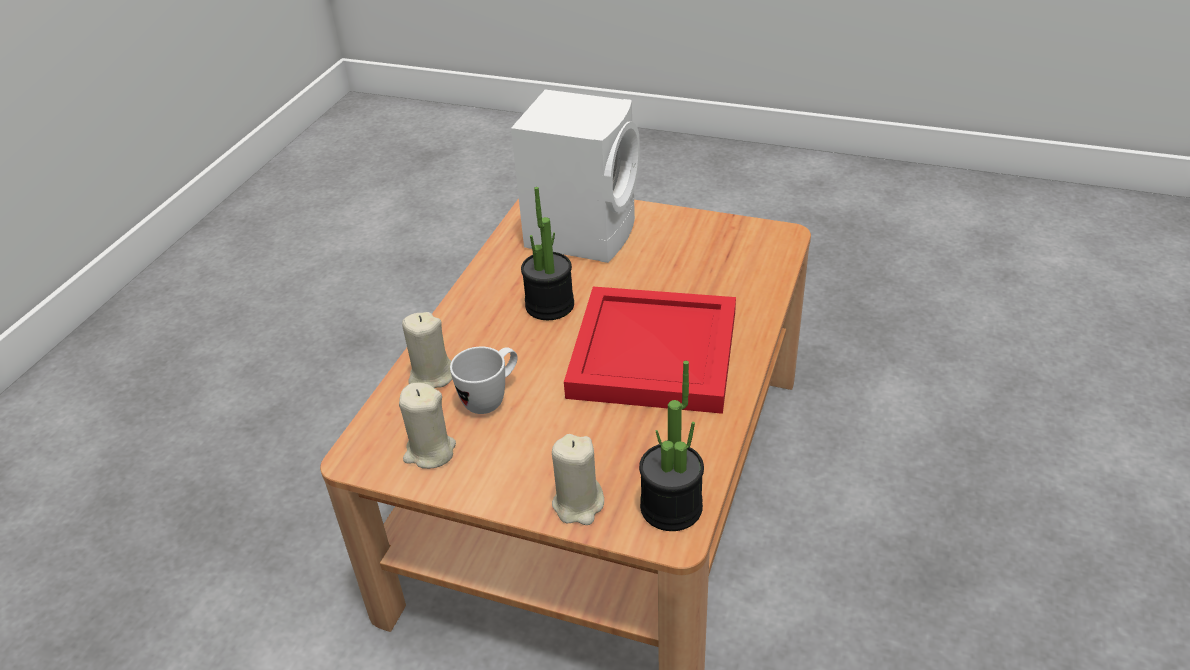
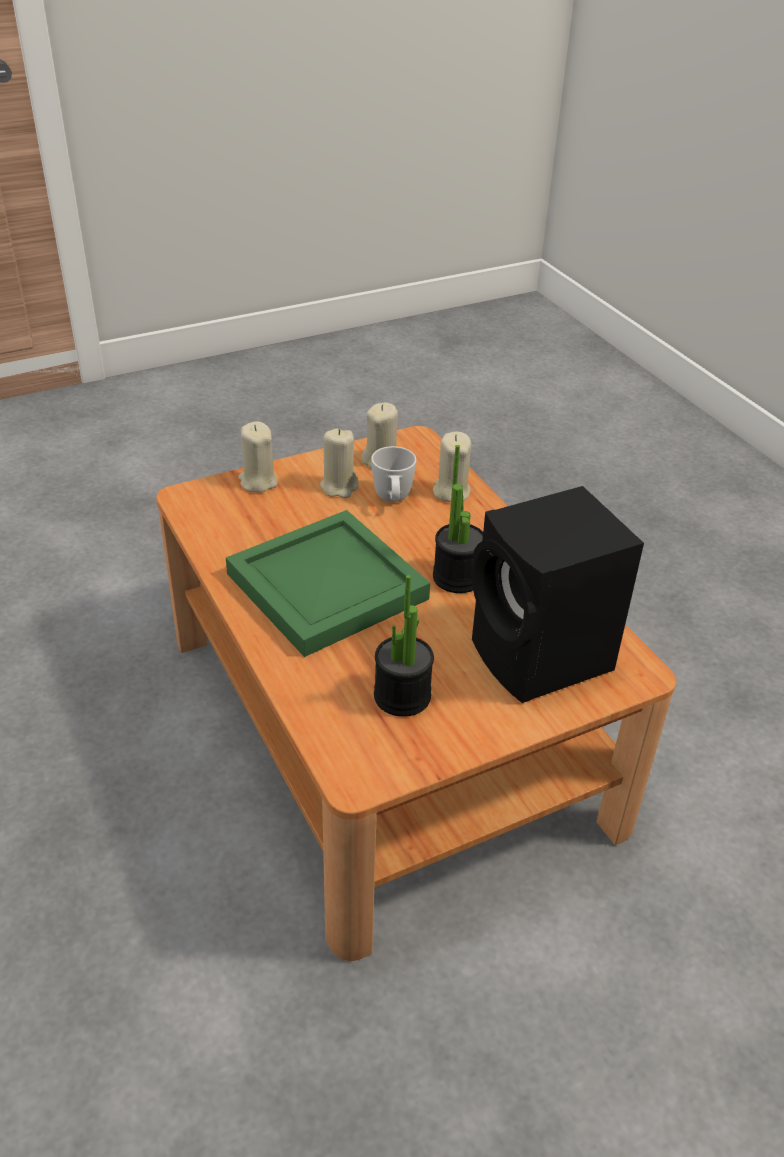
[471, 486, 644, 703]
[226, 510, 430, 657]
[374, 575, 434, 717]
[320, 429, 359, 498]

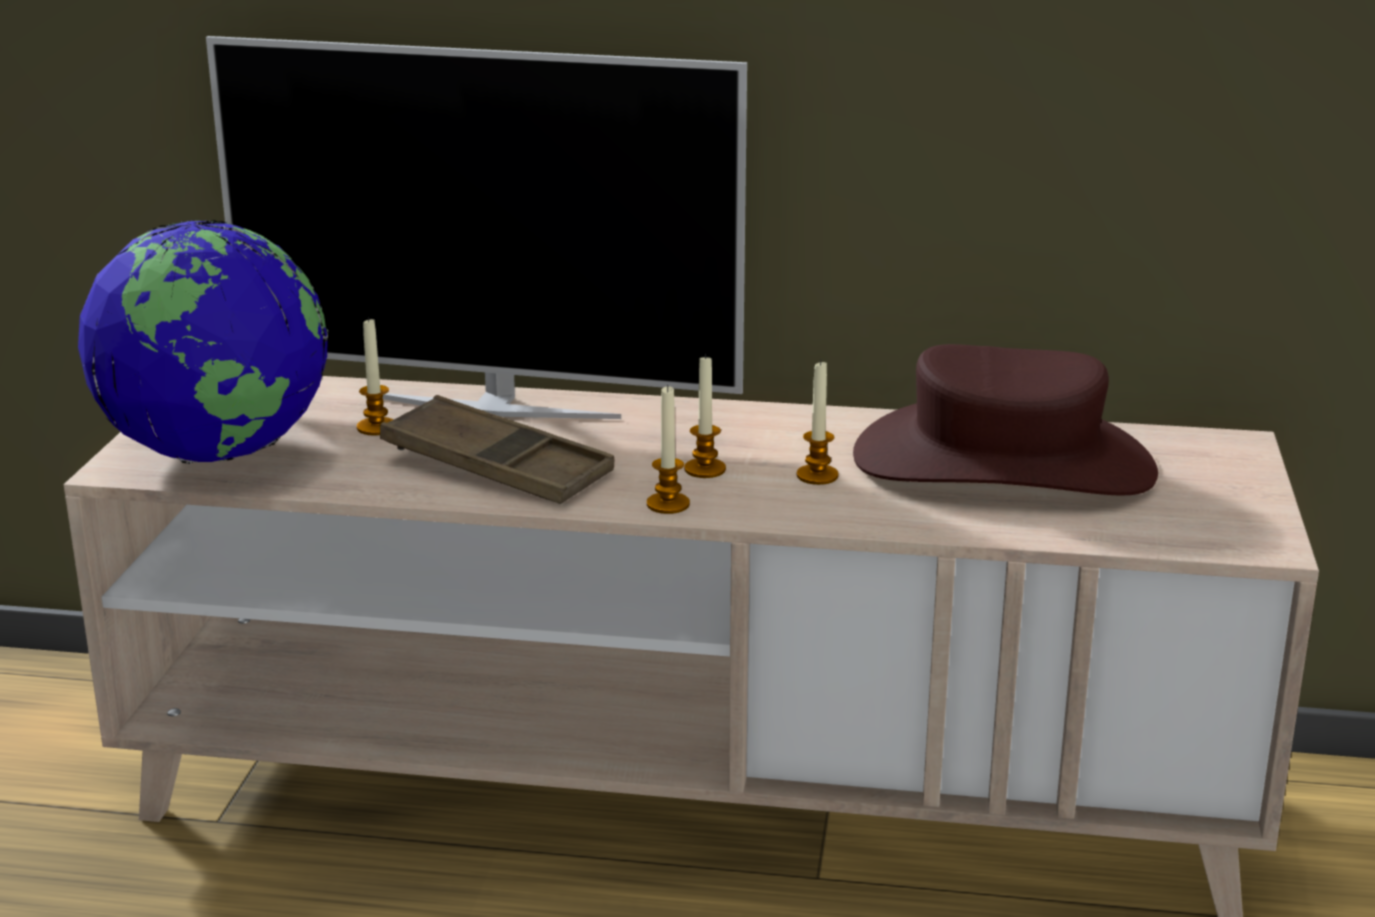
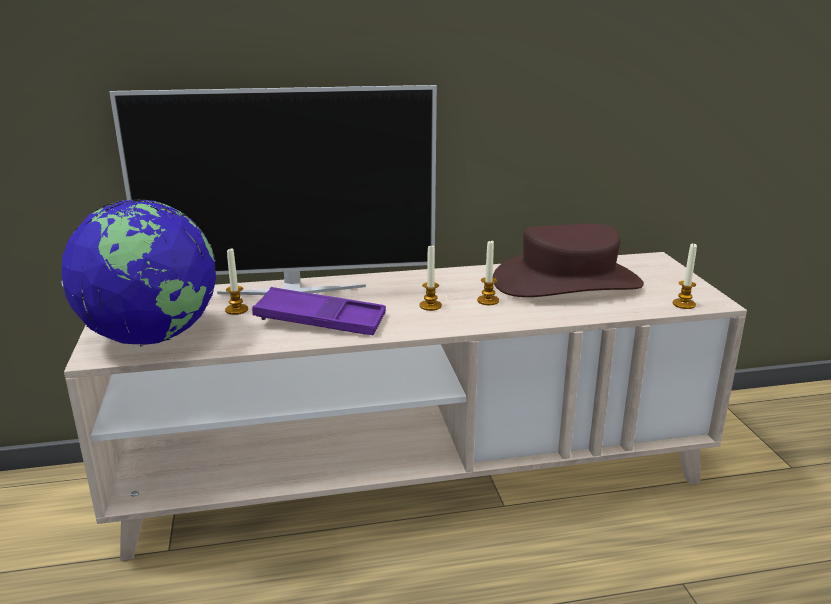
[673, 243, 697, 309]
[252, 287, 386, 335]

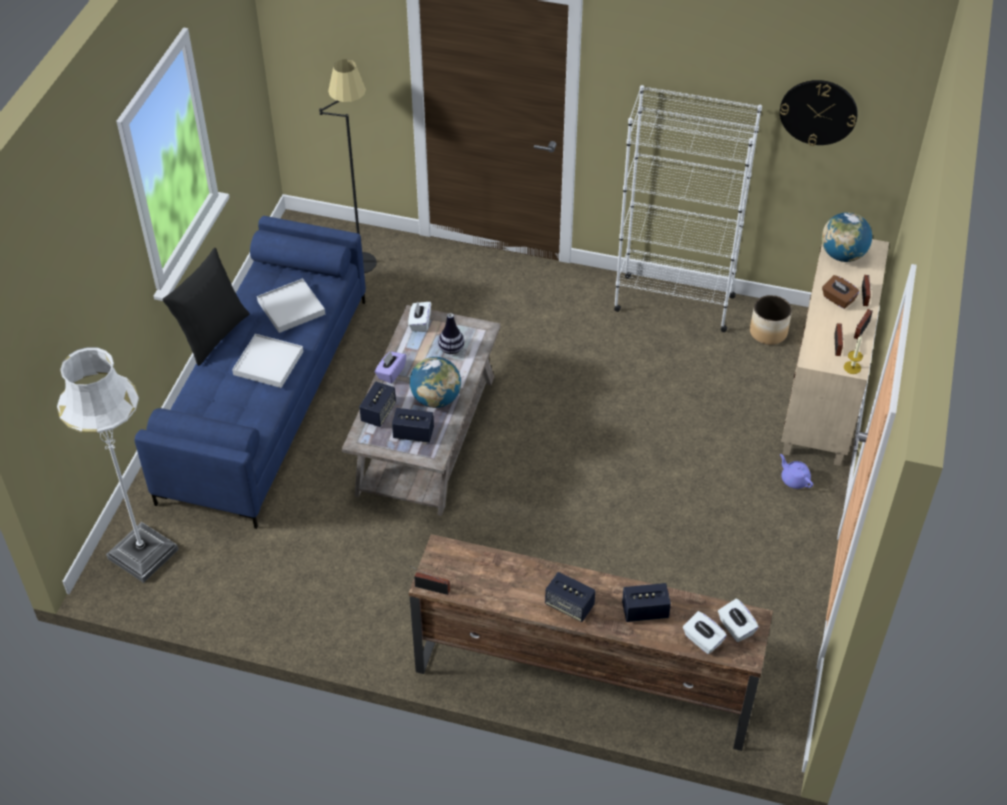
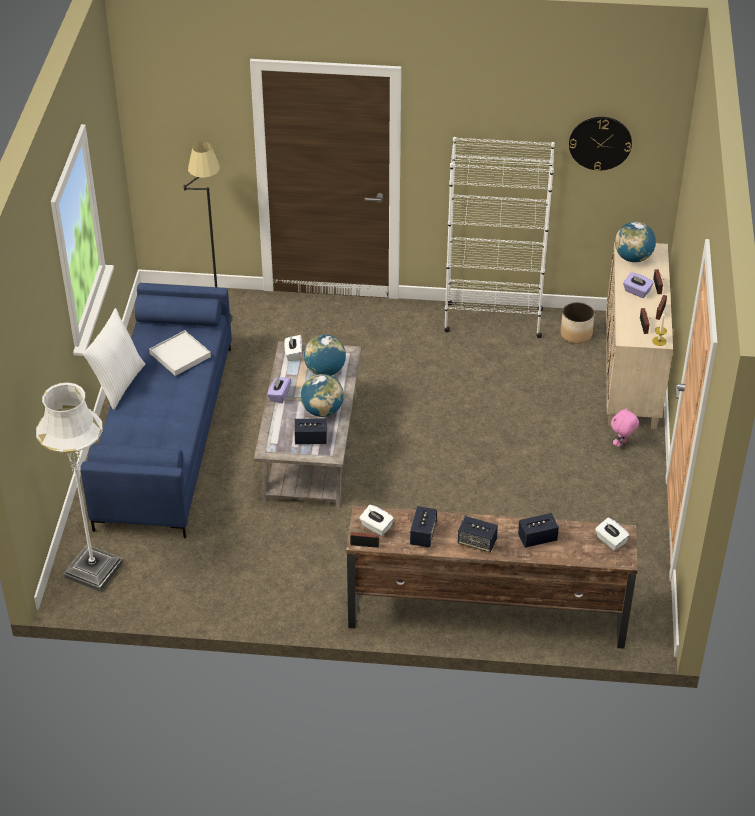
[83, 308, 145, 410]
[623, 272, 654, 298]
[304, 335, 346, 376]
[232, 334, 303, 388] (first image)
[410, 506, 437, 548]
[611, 407, 639, 447]
[359, 505, 394, 536]

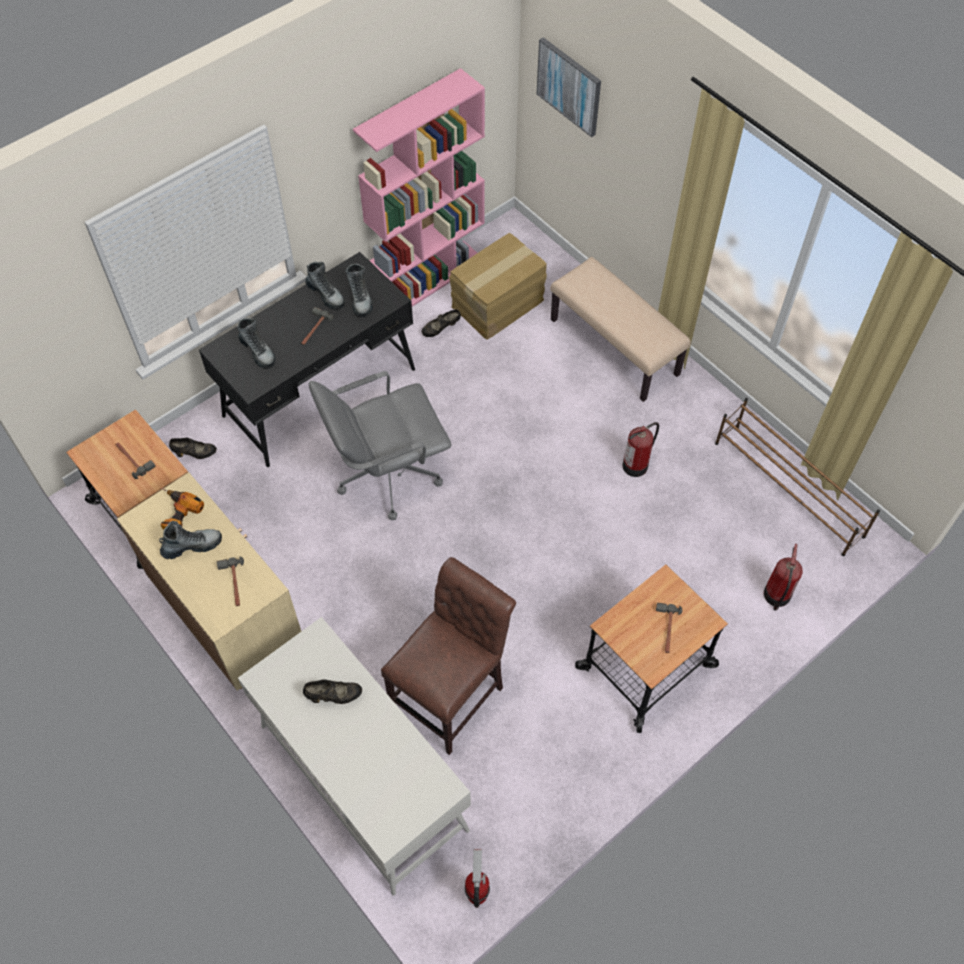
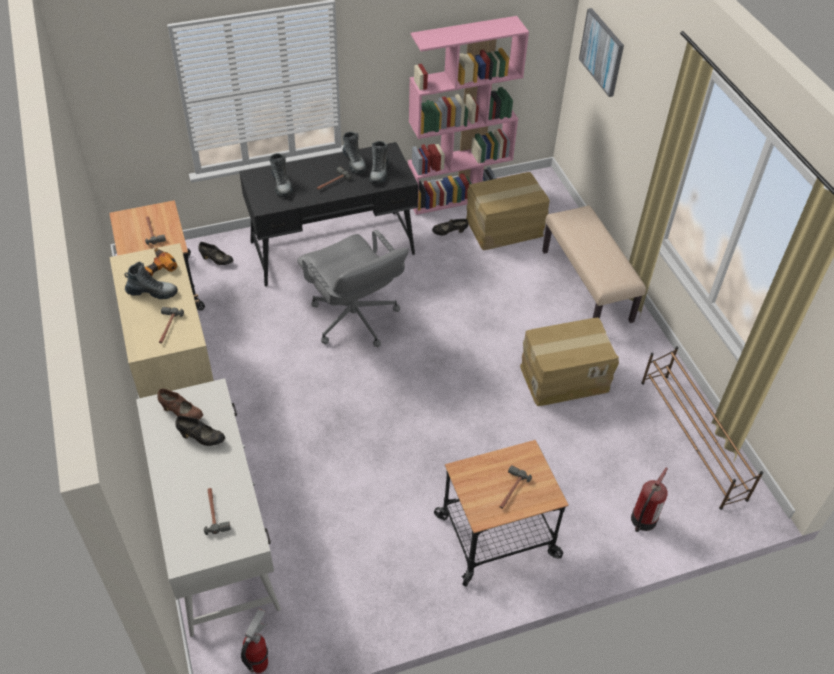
[297, 230, 409, 347]
[520, 318, 619, 406]
[381, 557, 516, 755] (first image)
[157, 389, 203, 420]
[204, 488, 231, 535]

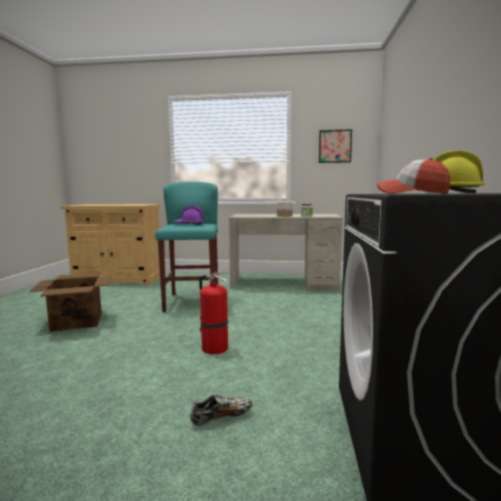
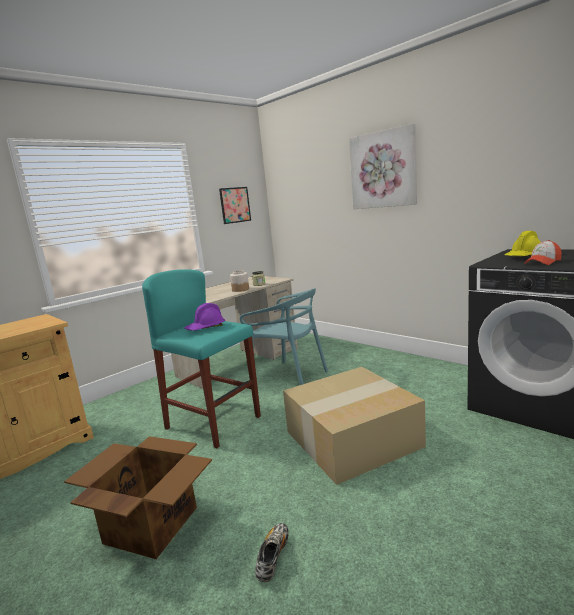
[283, 367, 426, 485]
[255, 523, 289, 582]
[349, 124, 417, 209]
[240, 288, 328, 385]

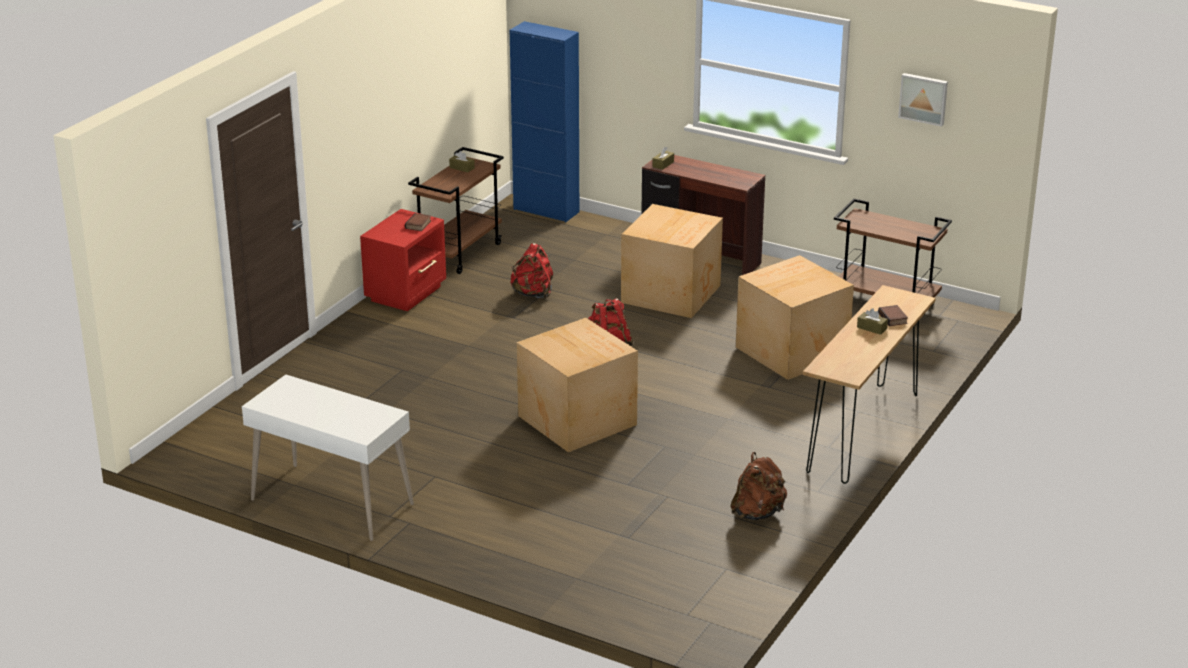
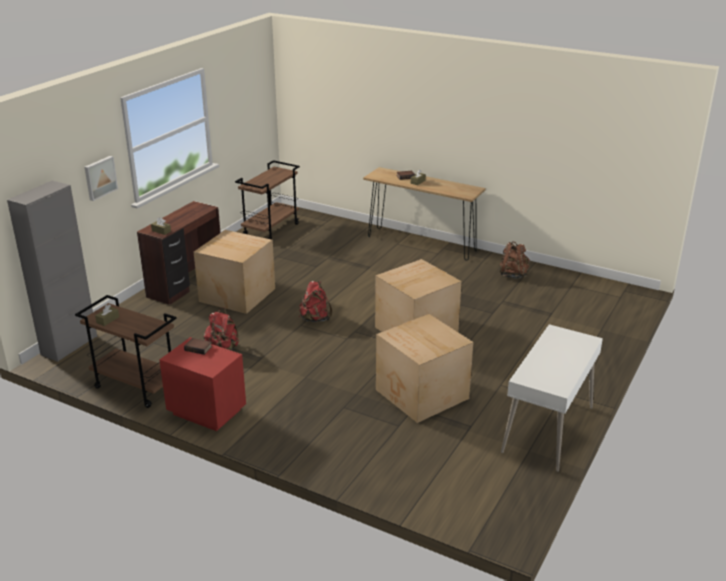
[7, 181, 97, 362]
[84, 156, 118, 201]
[376, 314, 473, 423]

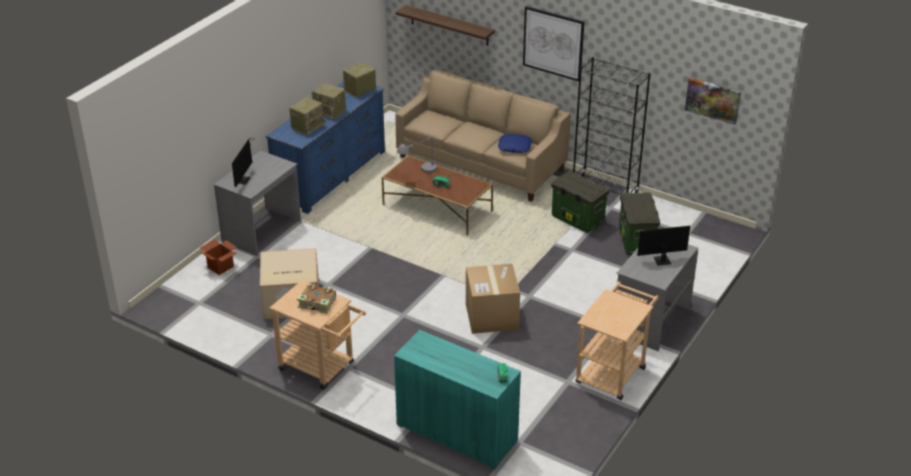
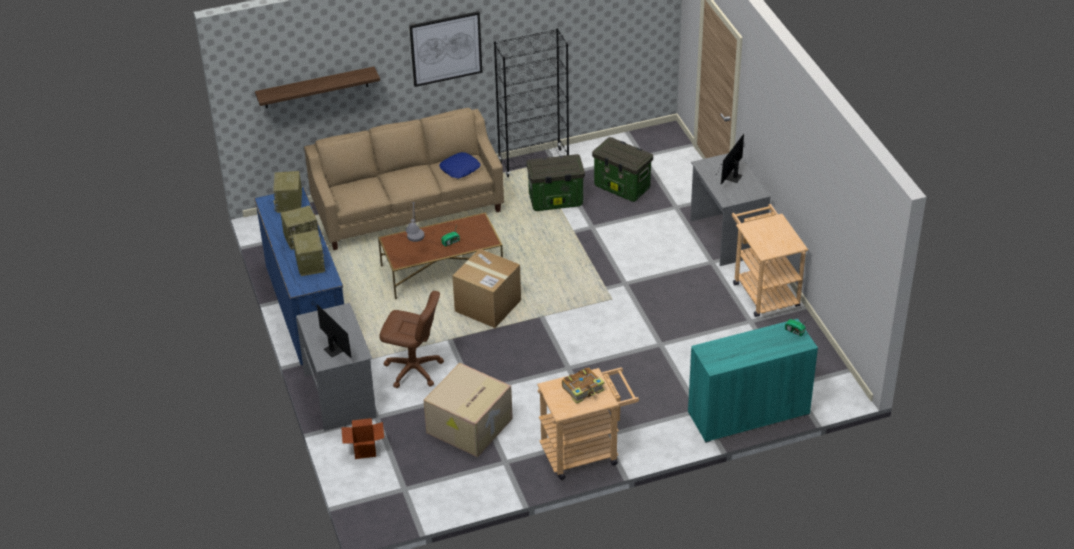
[685, 78, 741, 125] (first image)
[452, 248, 521, 328]
[379, 291, 444, 388]

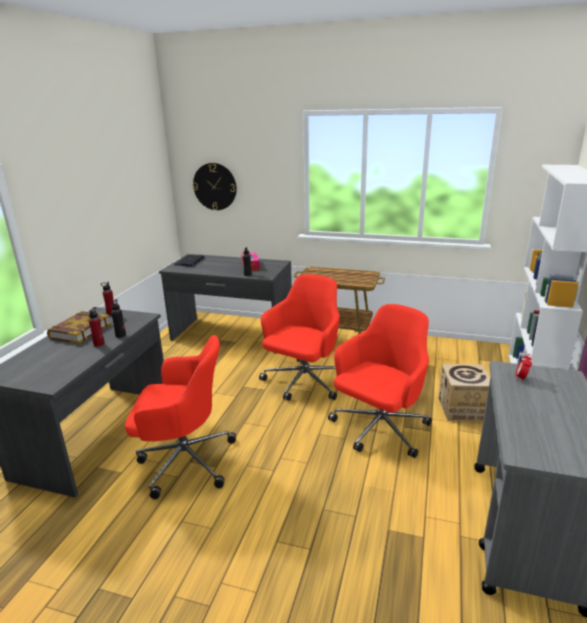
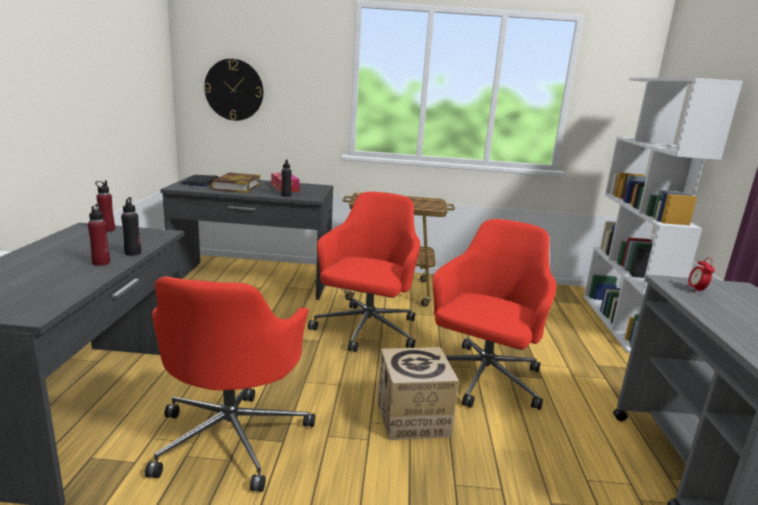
[210, 173, 261, 193]
[145, 276, 315, 492]
[377, 347, 459, 440]

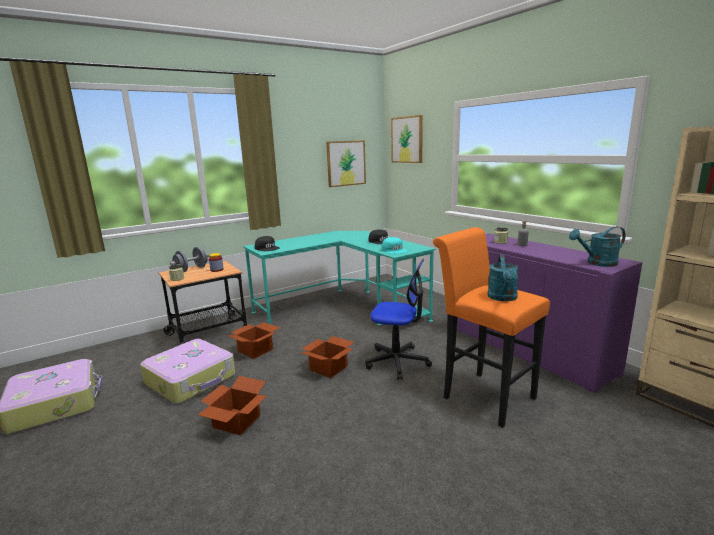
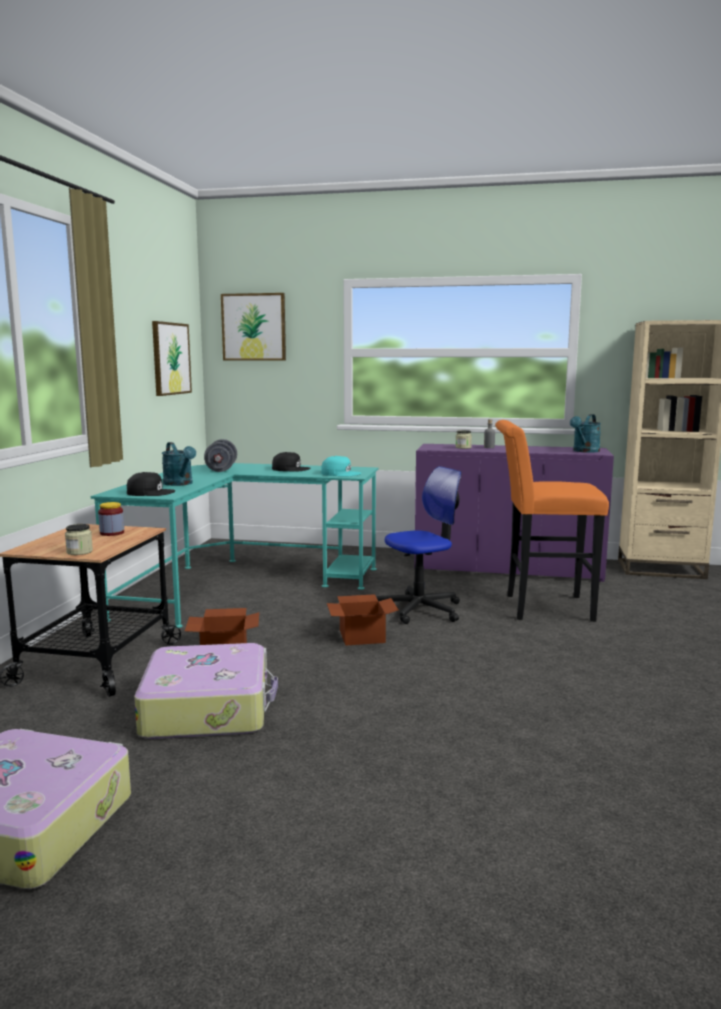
[204, 439, 237, 472]
[162, 442, 196, 486]
[198, 376, 267, 435] (first image)

